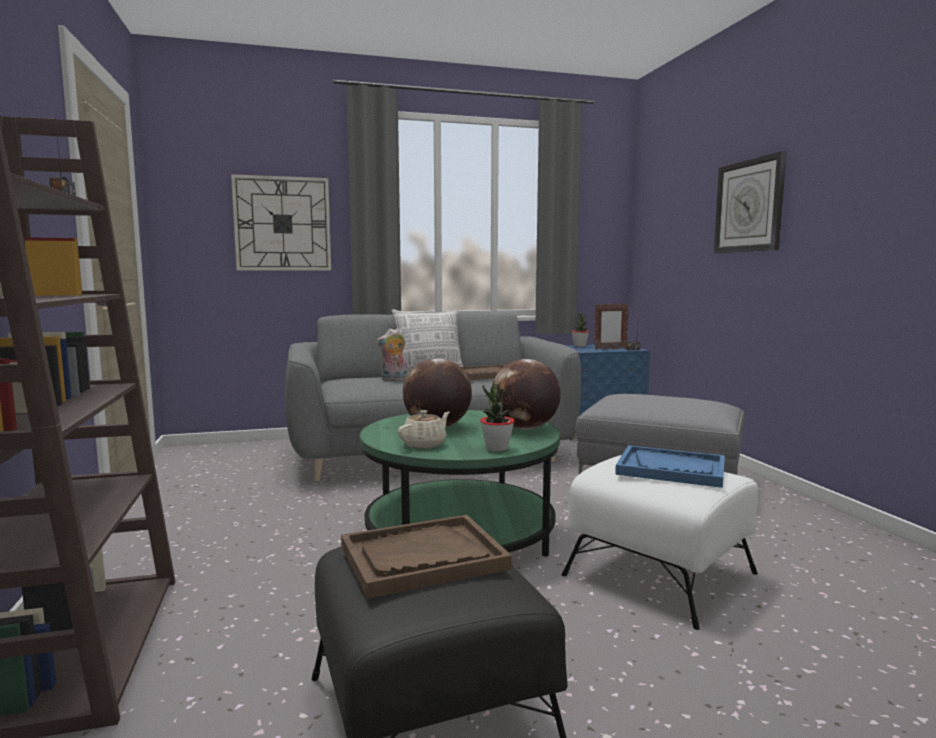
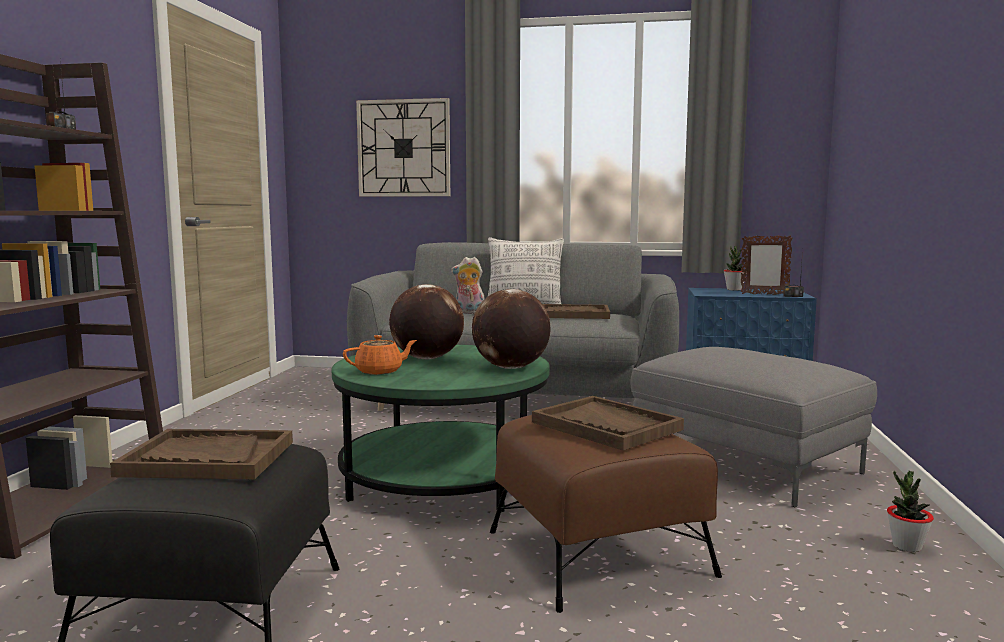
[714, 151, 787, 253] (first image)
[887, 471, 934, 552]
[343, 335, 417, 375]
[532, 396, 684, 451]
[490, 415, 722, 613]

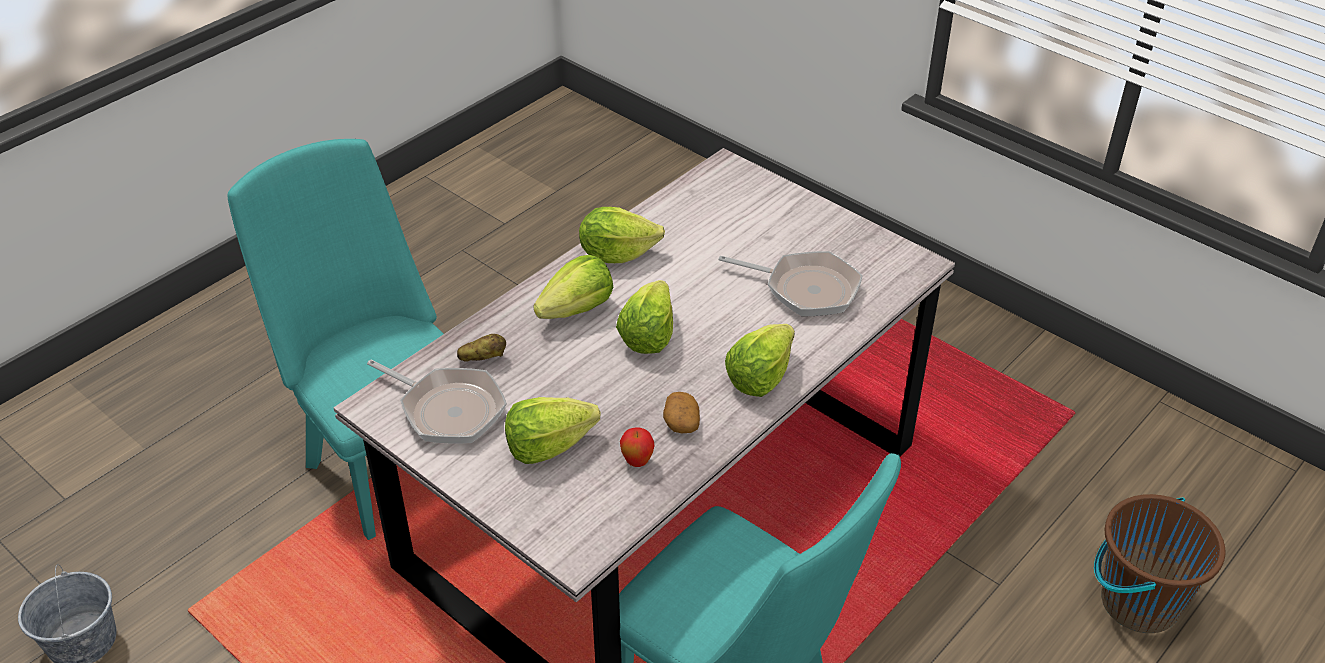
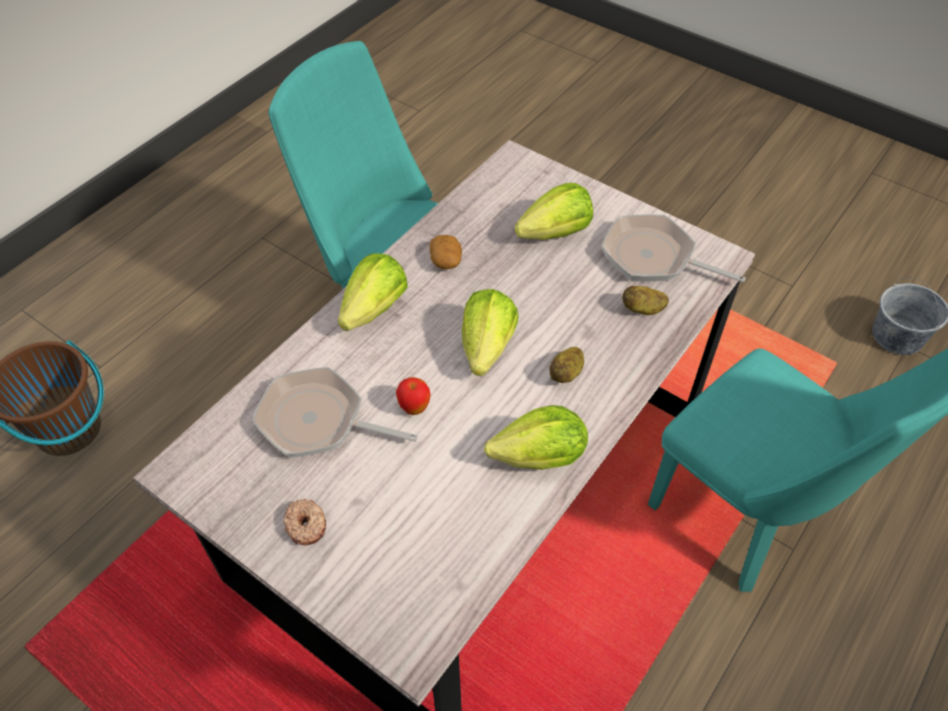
[549, 347, 584, 383]
[396, 377, 431, 415]
[284, 499, 326, 545]

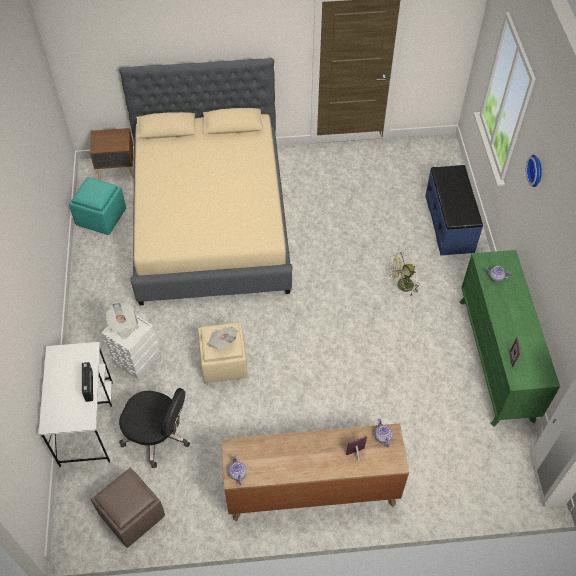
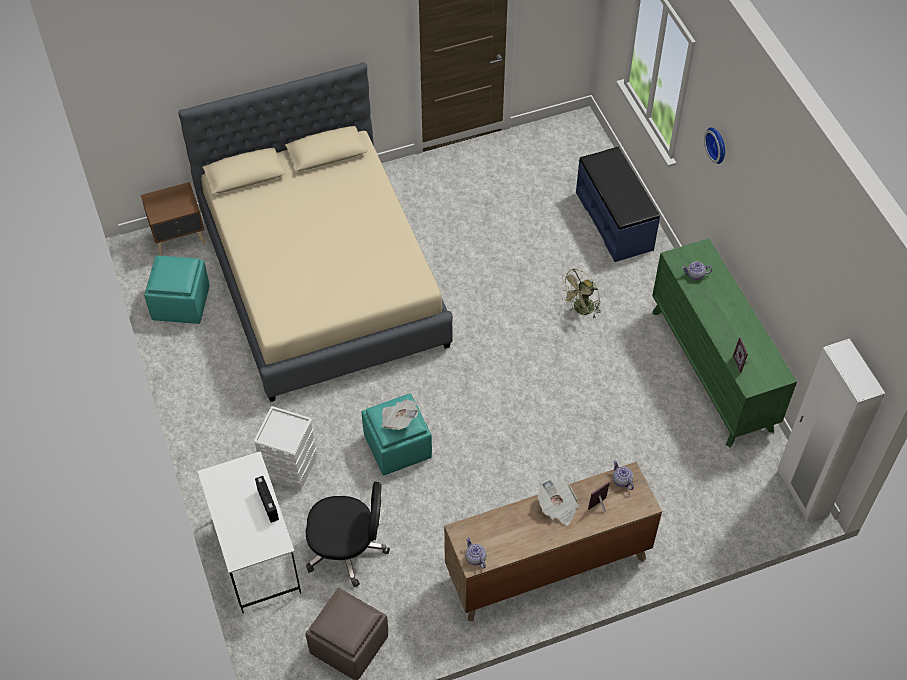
[538, 478, 580, 526]
[362, 394, 432, 476]

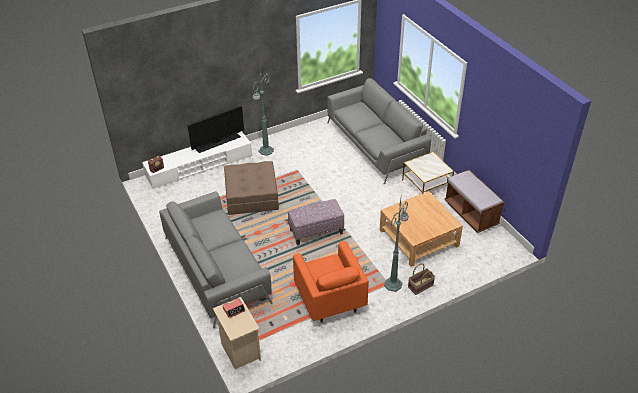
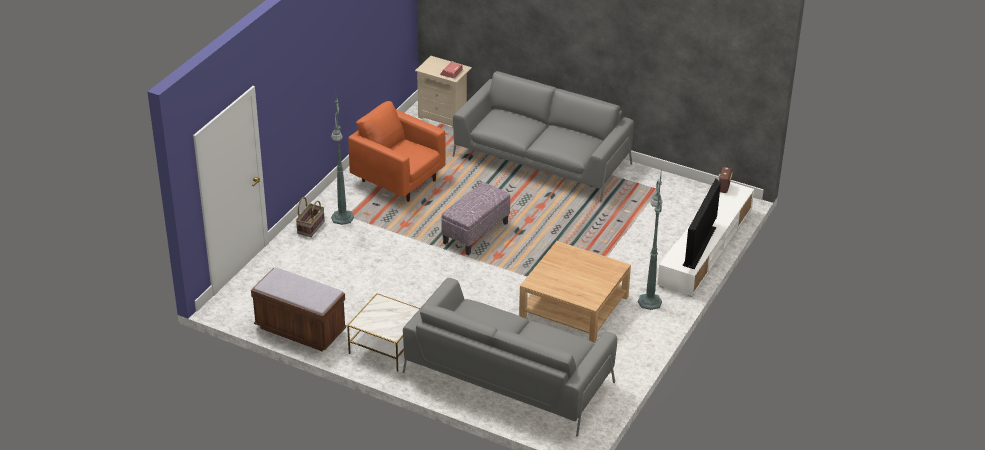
[224, 161, 279, 215] (first image)
[519, 241, 631, 343]

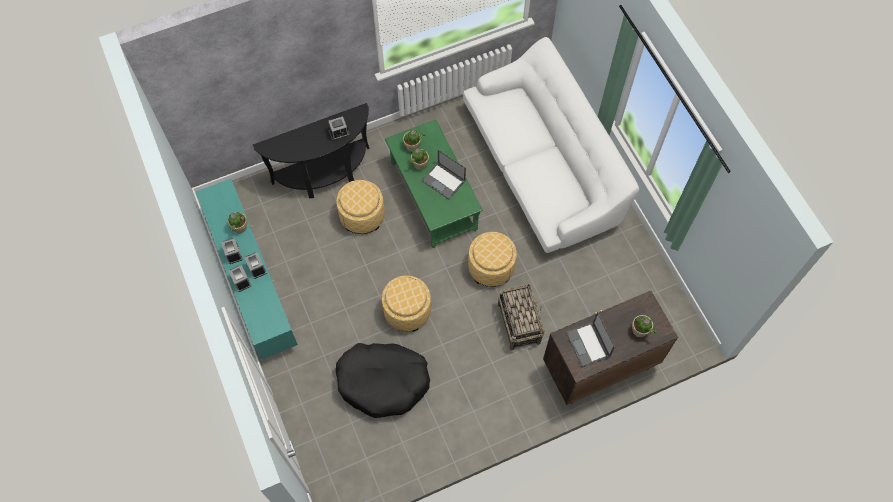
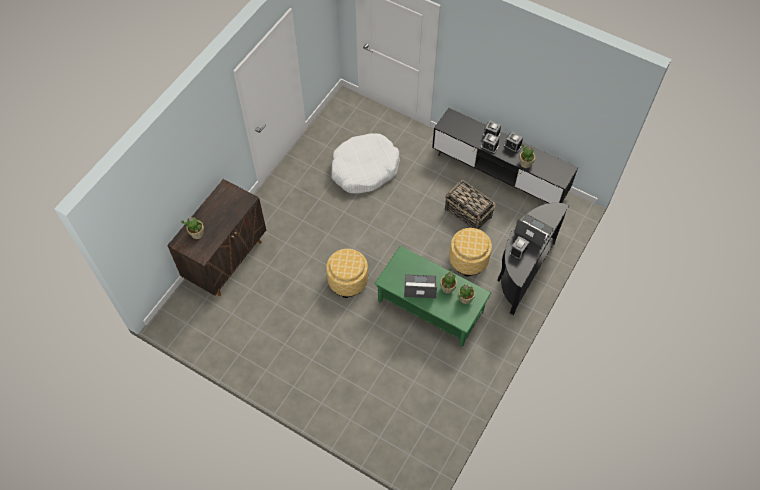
[463, 37, 639, 253] (first image)
[432, 108, 578, 203]
[382, 276, 431, 332] (first image)
[445, 180, 495, 229]
[514, 214, 554, 247]
[331, 133, 400, 193]

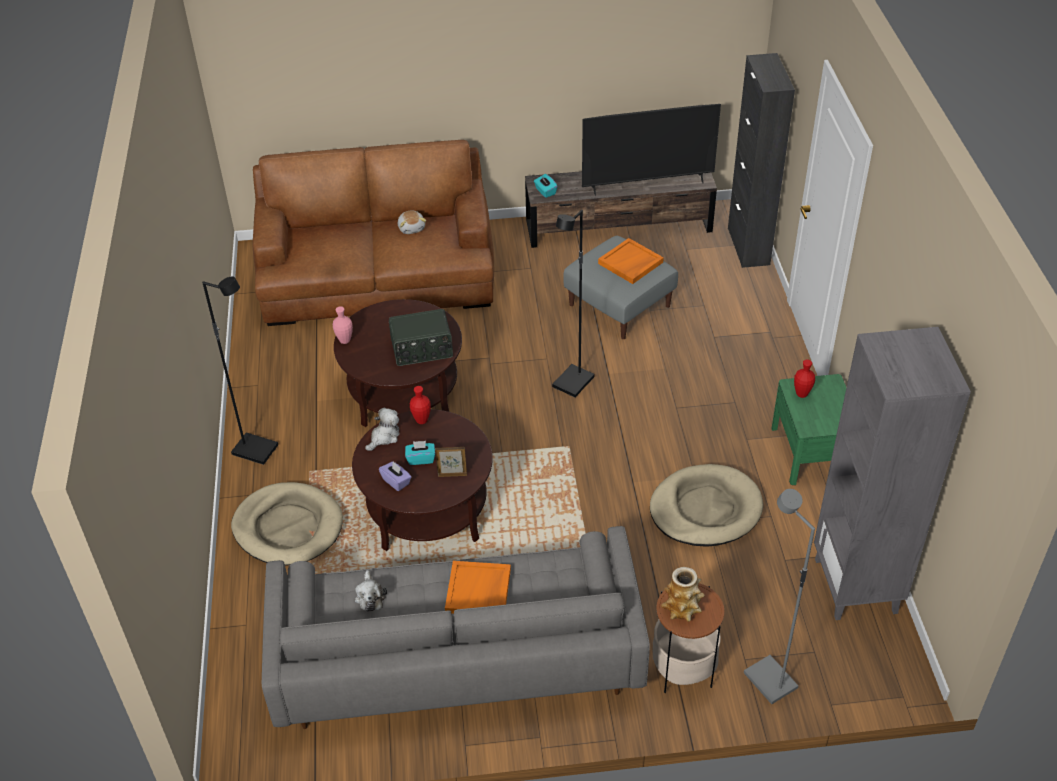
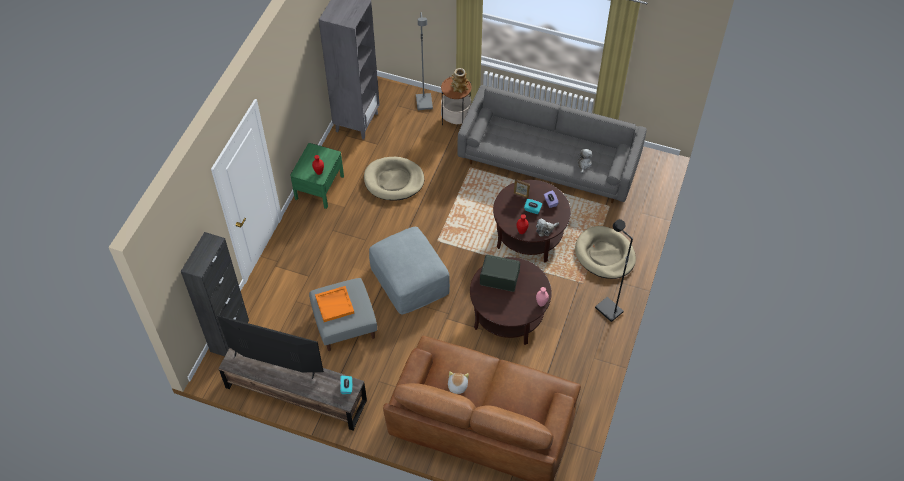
[369, 227, 450, 315]
[445, 561, 511, 614] (first image)

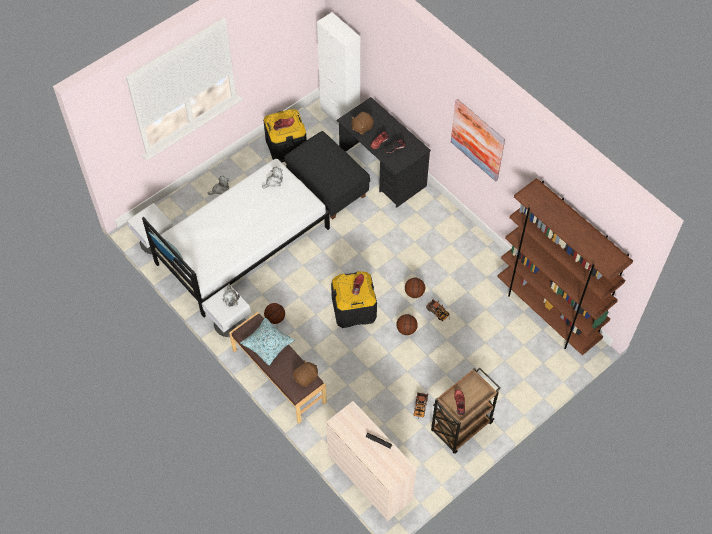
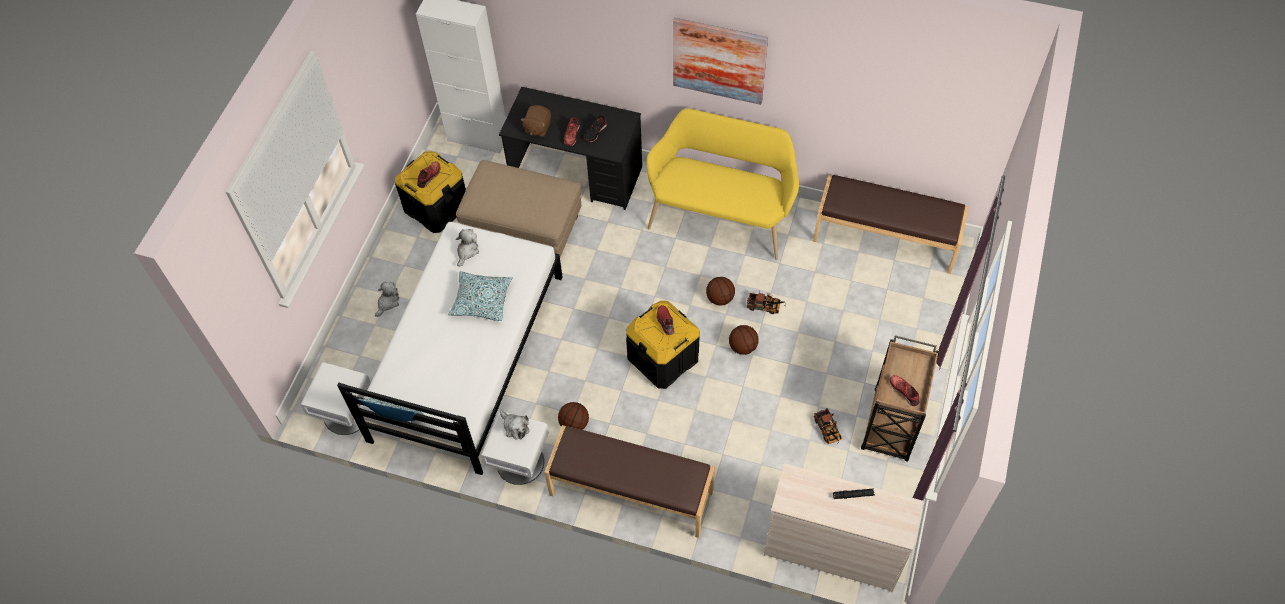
[456, 160, 582, 257]
[813, 175, 969, 274]
[448, 271, 513, 321]
[293, 360, 318, 387] (first image)
[646, 109, 799, 260]

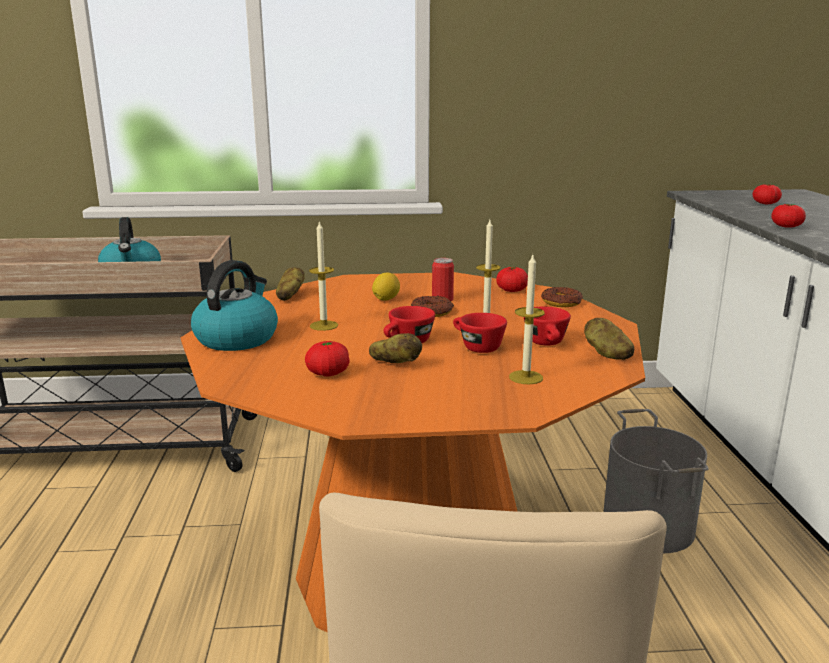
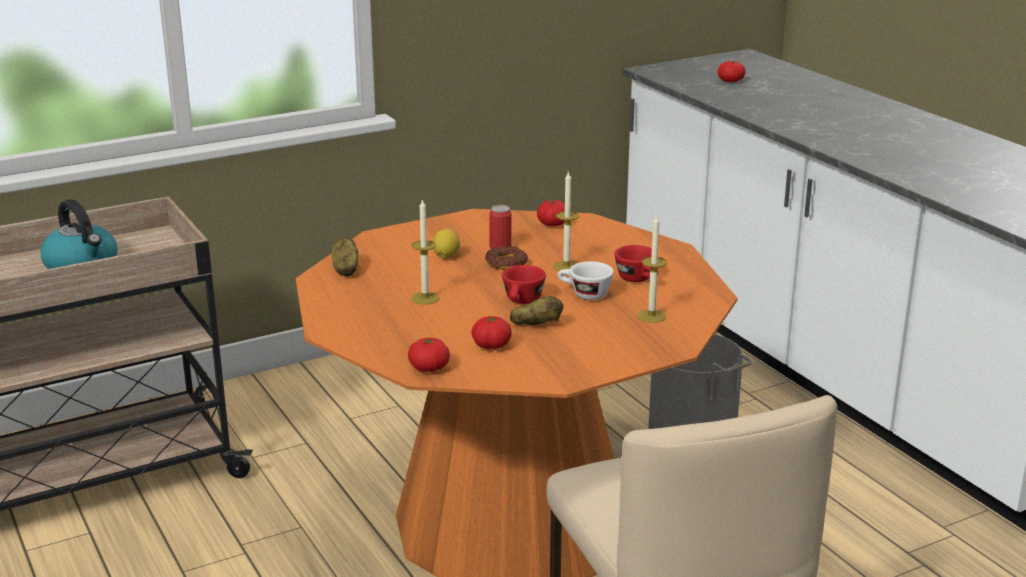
[408, 338, 450, 372]
[191, 260, 278, 351] (first image)
[541, 287, 583, 307] (first image)
[558, 261, 614, 300]
[584, 318, 634, 360] (first image)

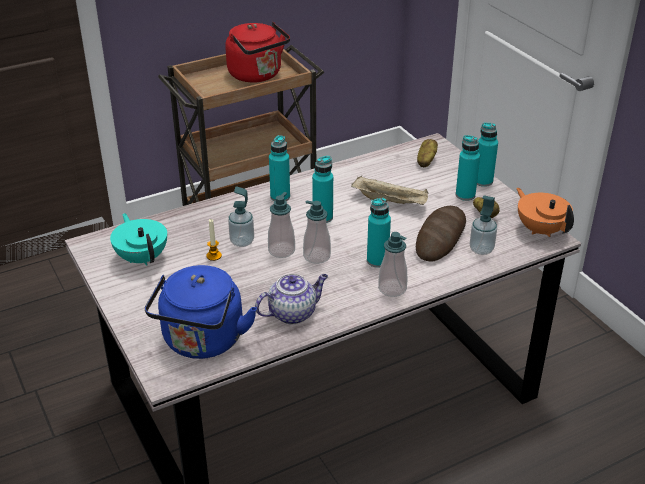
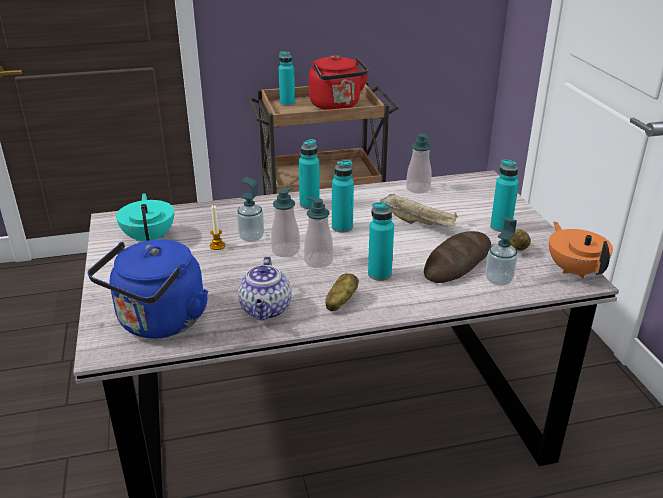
[279, 51, 295, 106]
[325, 273, 359, 311]
[406, 134, 431, 193]
[238, 256, 292, 320]

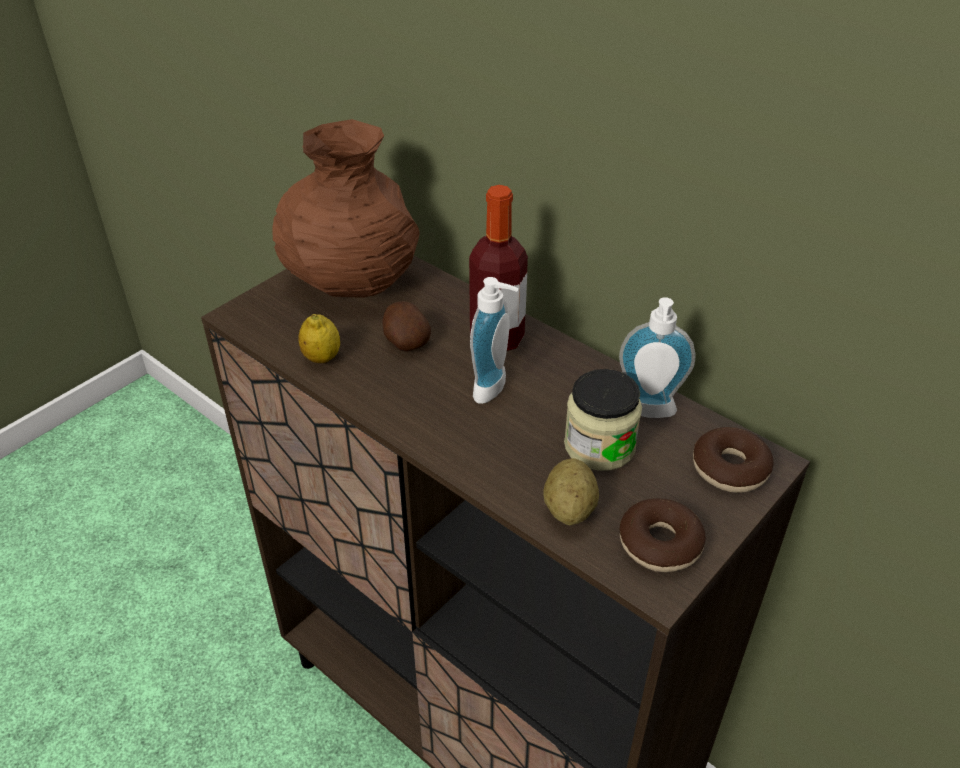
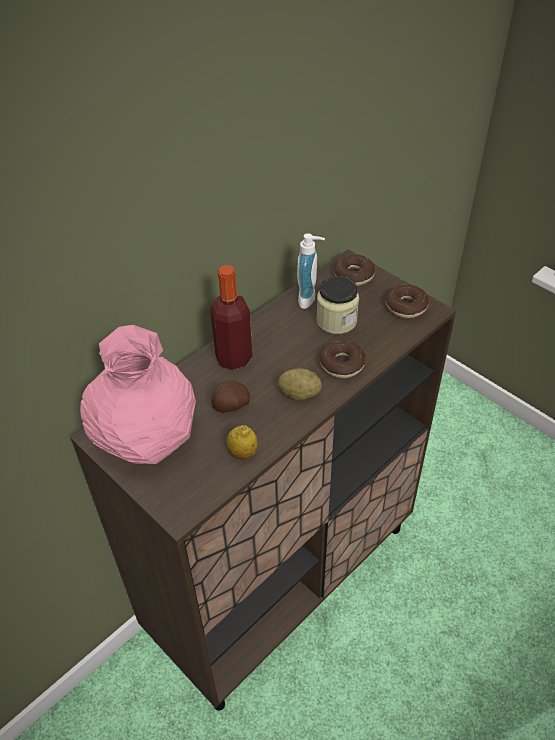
[80, 325, 196, 464]
[470, 277, 519, 404] (first image)
[278, 368, 322, 400]
[319, 340, 366, 378]

